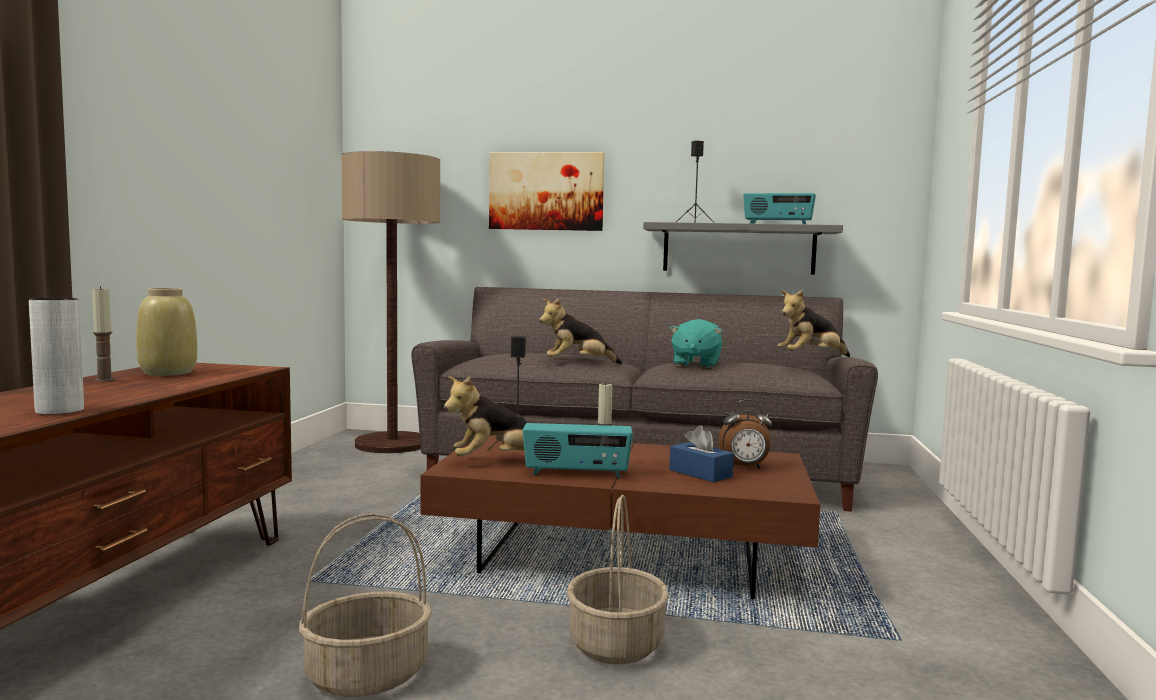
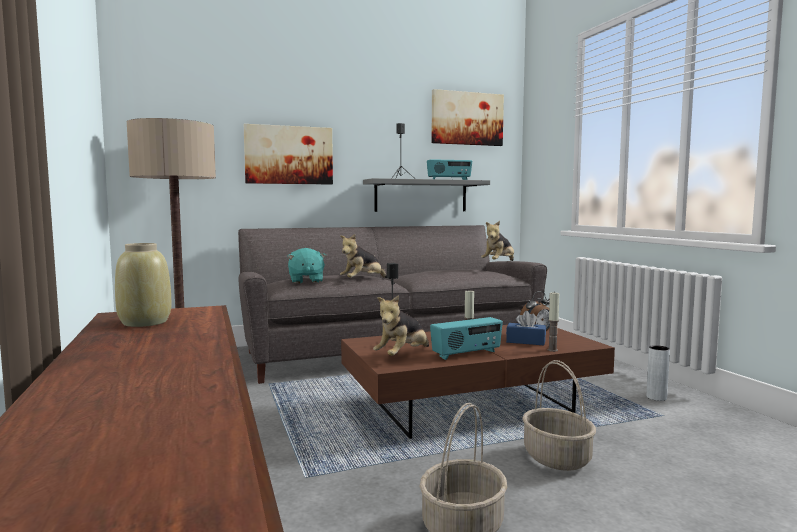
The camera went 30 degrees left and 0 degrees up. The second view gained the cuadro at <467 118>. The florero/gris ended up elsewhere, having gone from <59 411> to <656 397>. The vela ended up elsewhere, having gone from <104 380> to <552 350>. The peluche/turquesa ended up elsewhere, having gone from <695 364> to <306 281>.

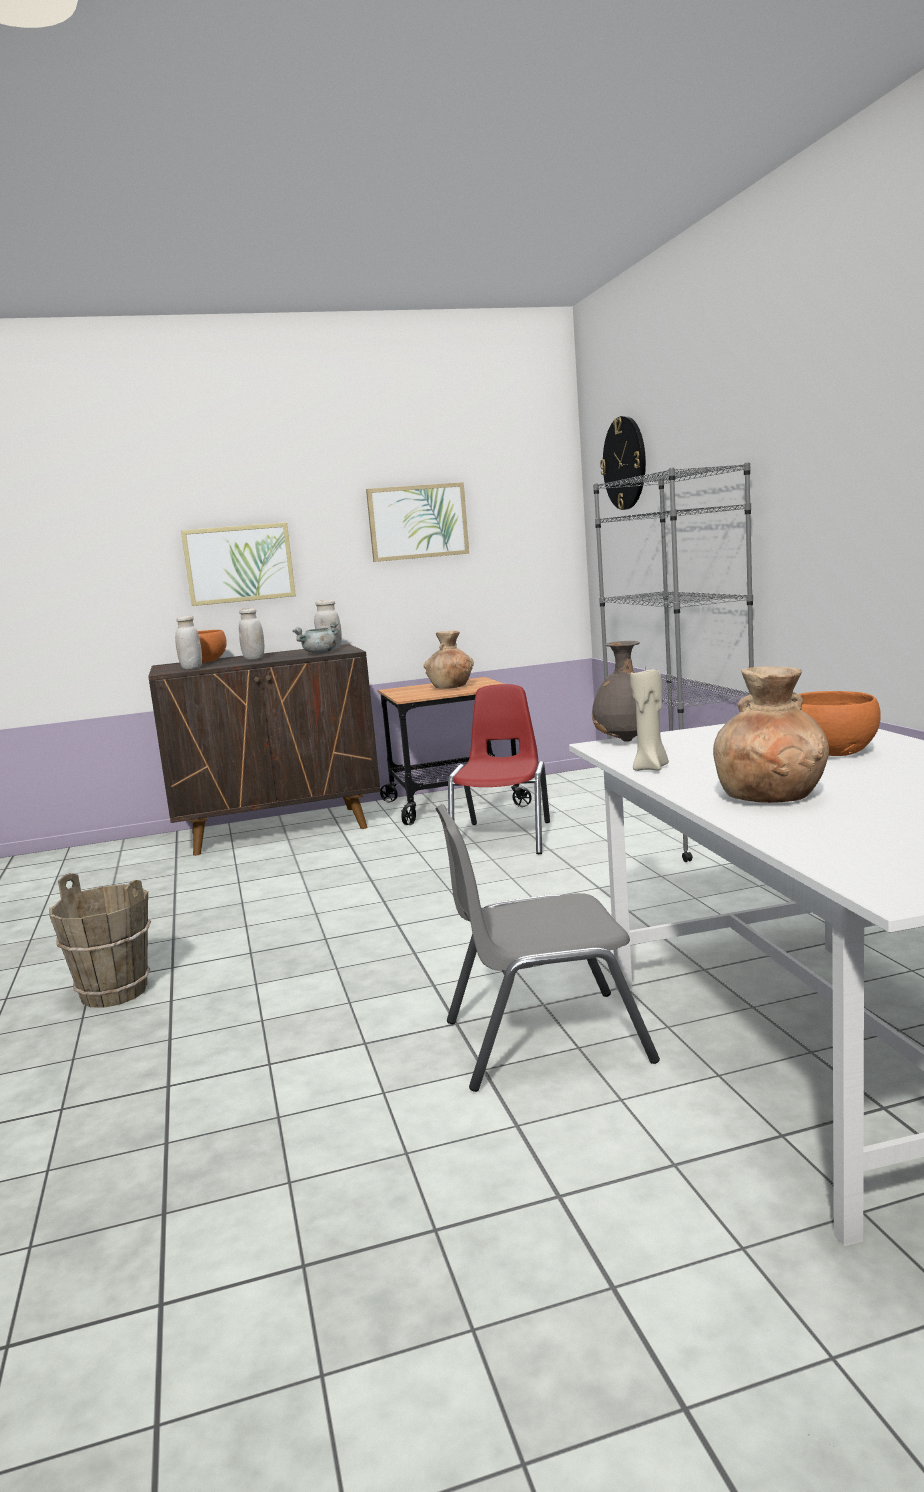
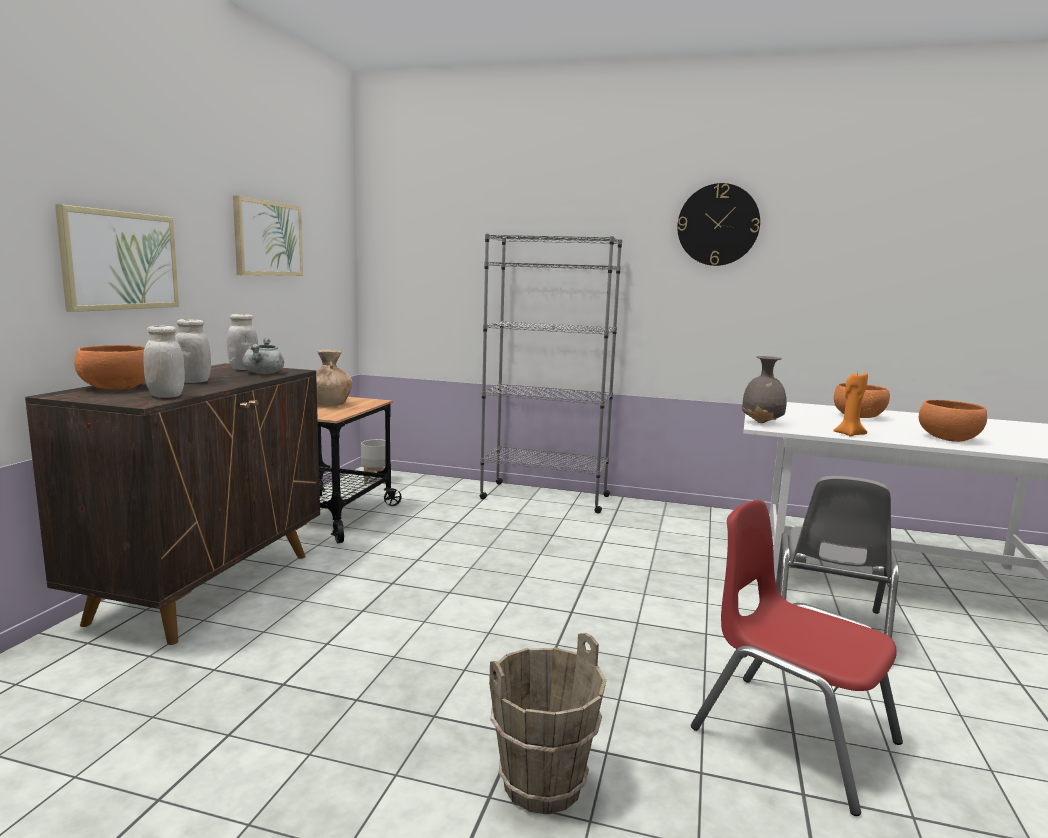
The camera went 60 degrees left and 0 degrees up. The second view gained the maceta/gris at <376 480>. The silla/rojo ended up elsewhere, having gone from <504 838> to <793 736>. The reloj de pared ended up elsewhere, having gone from <625 463> to <718 225>. Where the florero/marrón stood at <771 797>, the cuenco/naranja came to stand at <948 438>. What was the vela/beis at <651 768> turned into the vela/naranja at <849 434>.

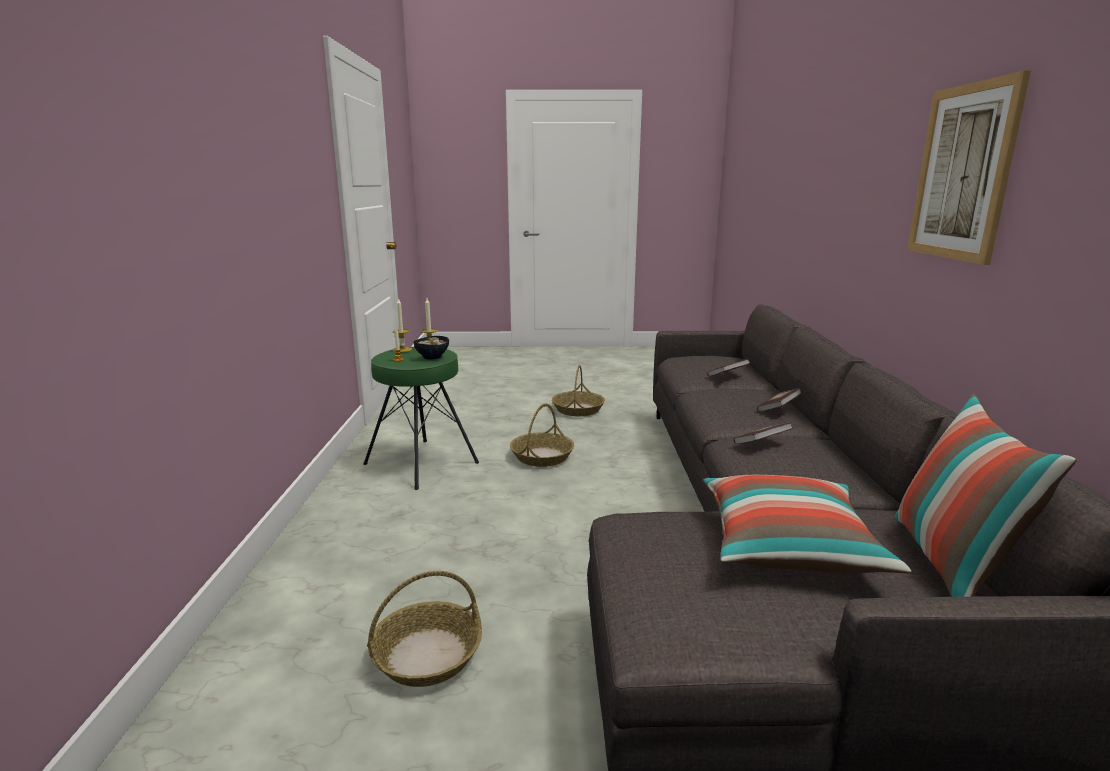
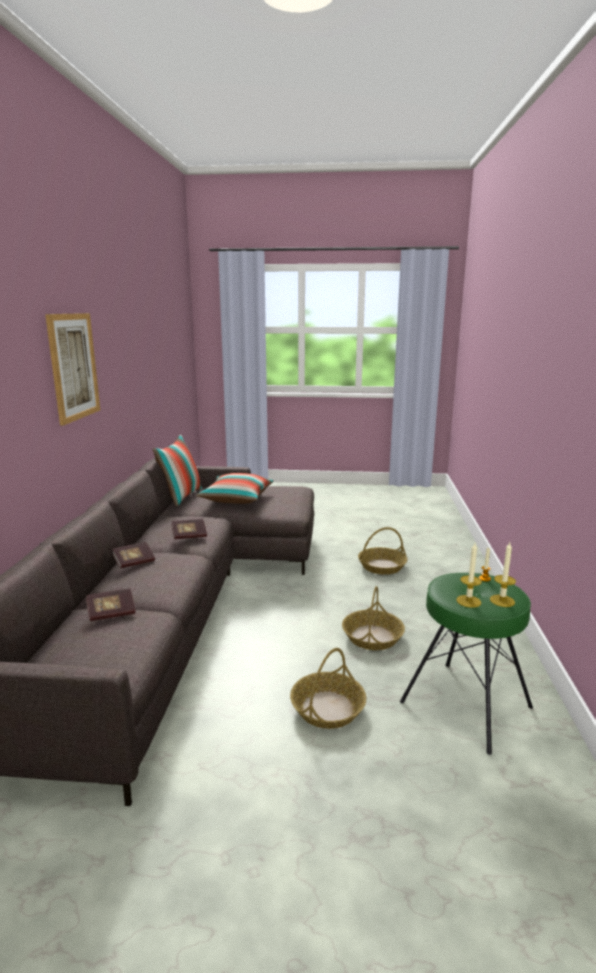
The camera went 175 degrees left and 0 degrees up. The second view lost the cuenco at <433 357>. The cesta ended up elsewhere, having gone from <578 409> to <372 637>.

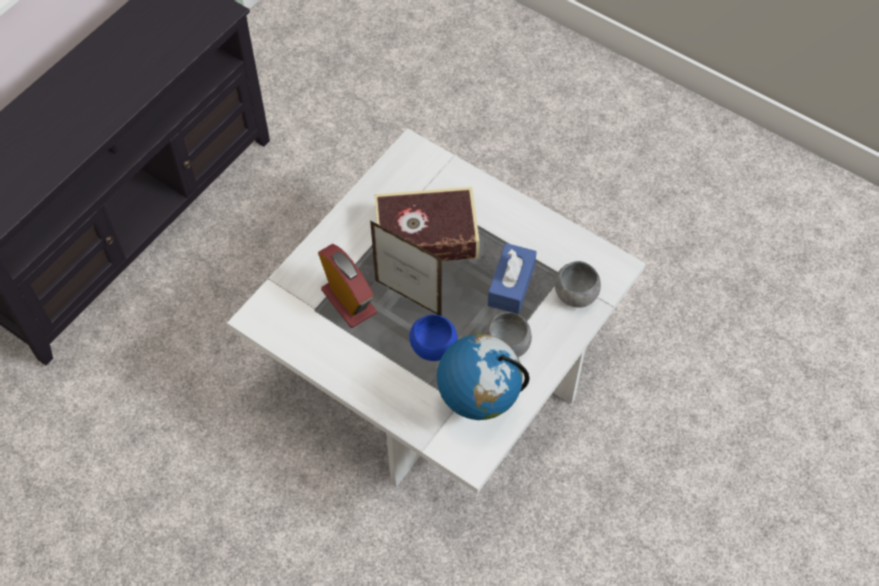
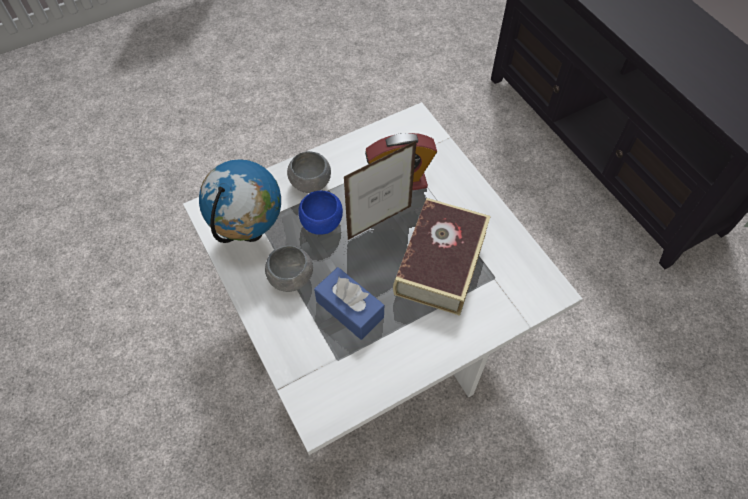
The camera went 115 degrees right and 0 degrees up. The cuenco/gris ended up elsewhere, having gone from <575 294> to <311 183>.

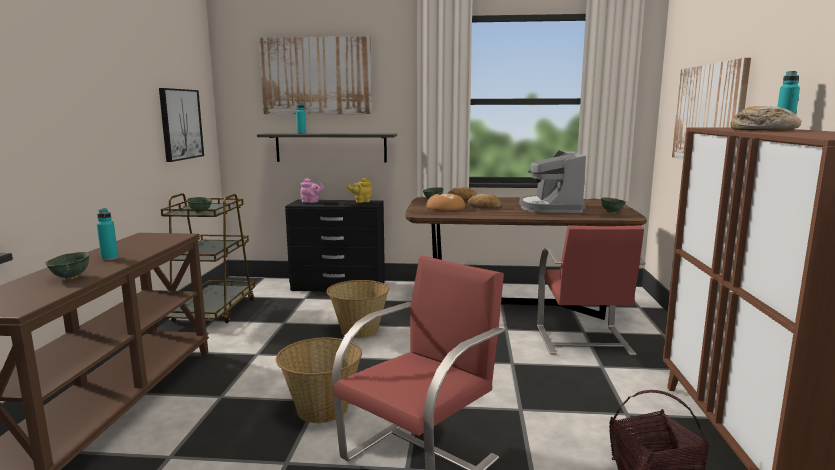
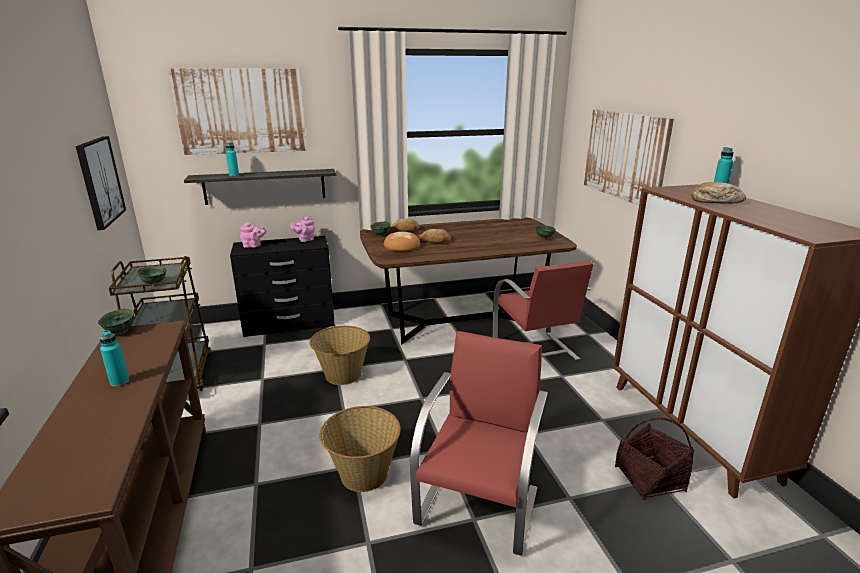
The camera went 20 degrees left and 10 degrees up. The second view lost the cafetera at <551 208>. The cuenco/verde ended up elsewhere, having gone from <71 278> to <121 332>. What was the tetera/amarillo at <361 201> turned into the tetera/rosa at <305 240>.

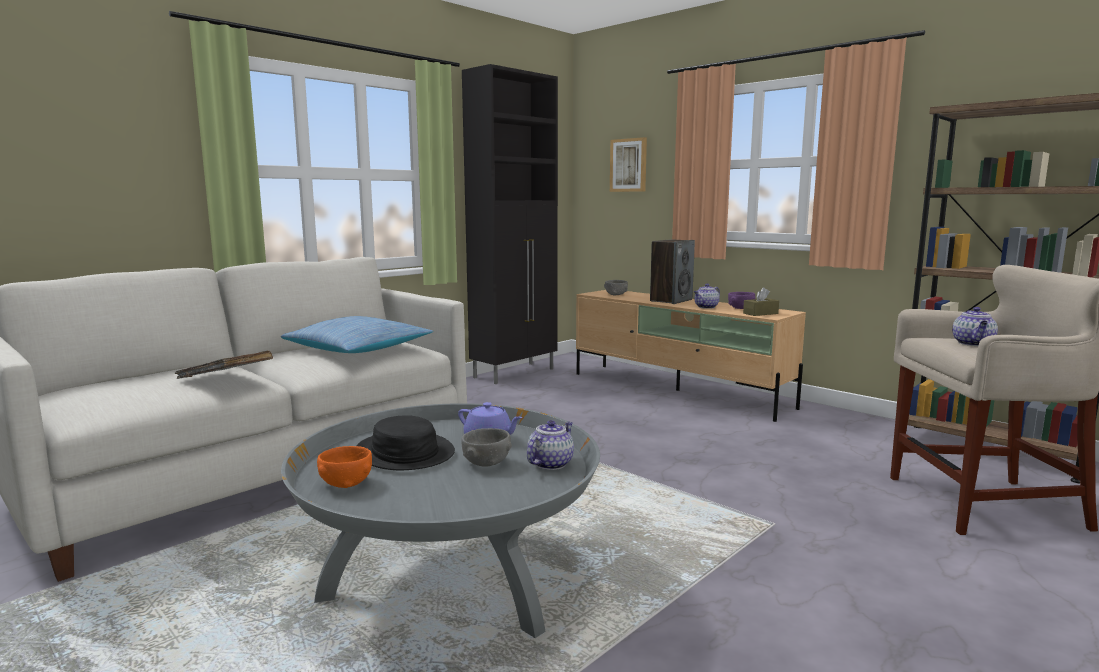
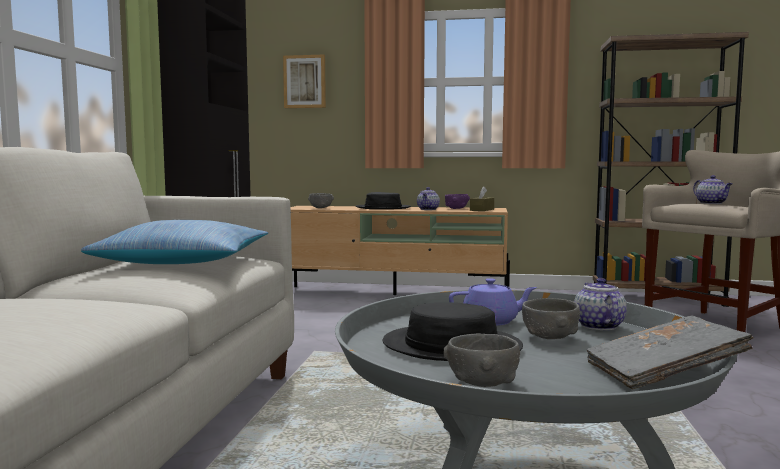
The camera went 35 degrees left and 5 degrees down. The libro/gris ended up elsewhere, having gone from <226 379> to <663 373>. Where the altavoz stood at <671 300>, the sombrero/negro came to stand at <383 208>. What was the cuenco/naranja at <346 484> turned into the cuenco/gris at <482 383>.

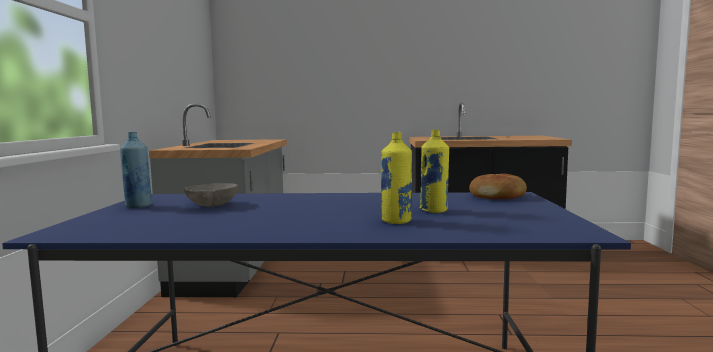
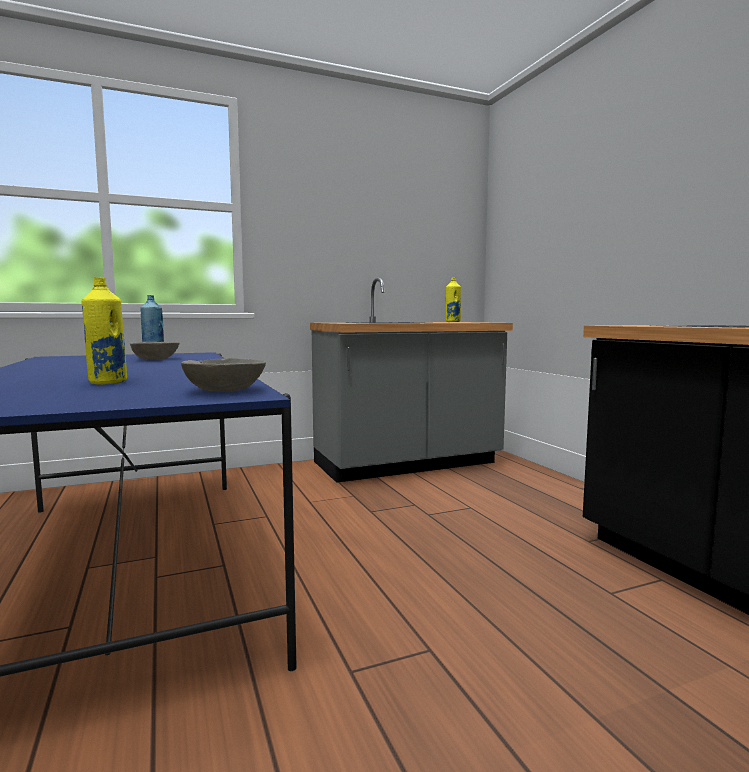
The camera went 65 degrees right and 0 degrees up. The botella/amarillo ended up elsewhere, having gone from <396 221> to <452 322>. Where the pan stood at <498 196>, the cuenco/gris came to stand at <224 391>.

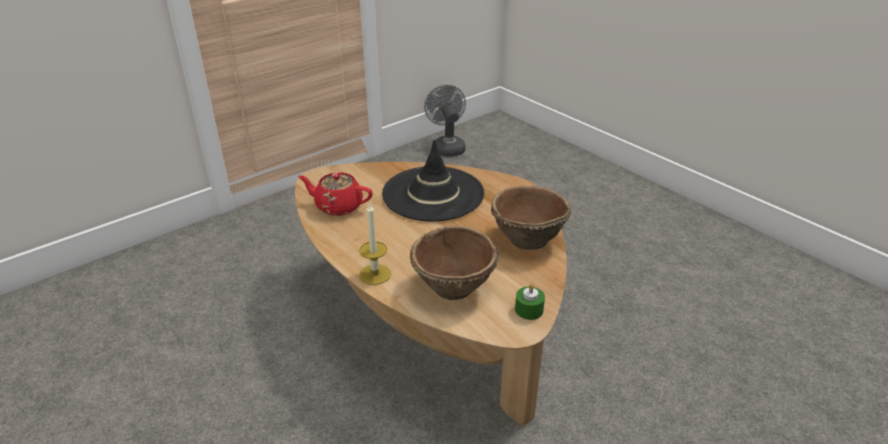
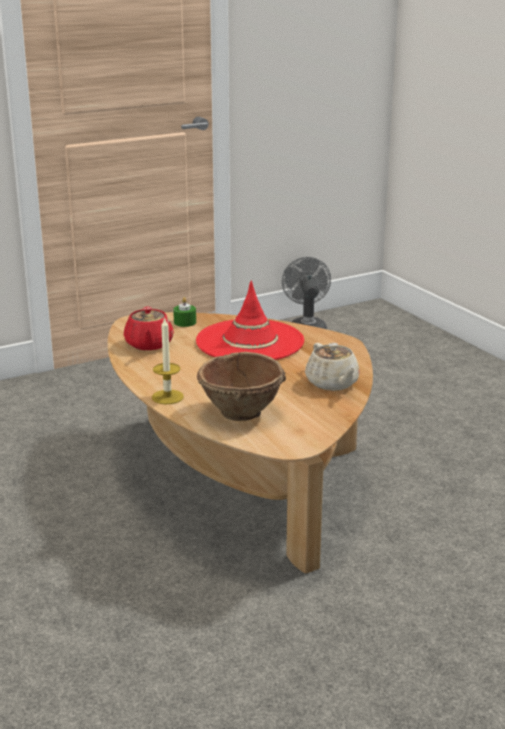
The camera went 10 degrees right and 10 degrees down. The vela/verde ended up elsewhere, having gone from <529 310> to <185 322>. Where the cuenco/marrón stood at <527 239>, the tetera/beis came to stand at <332 383>. What was the sombrero/negro at <433 194> turned into the sombrero/rojo at <250 342>. The tetera/rojo at <338 206> ended up facing another way, 120 degrees counterclockwise from before.

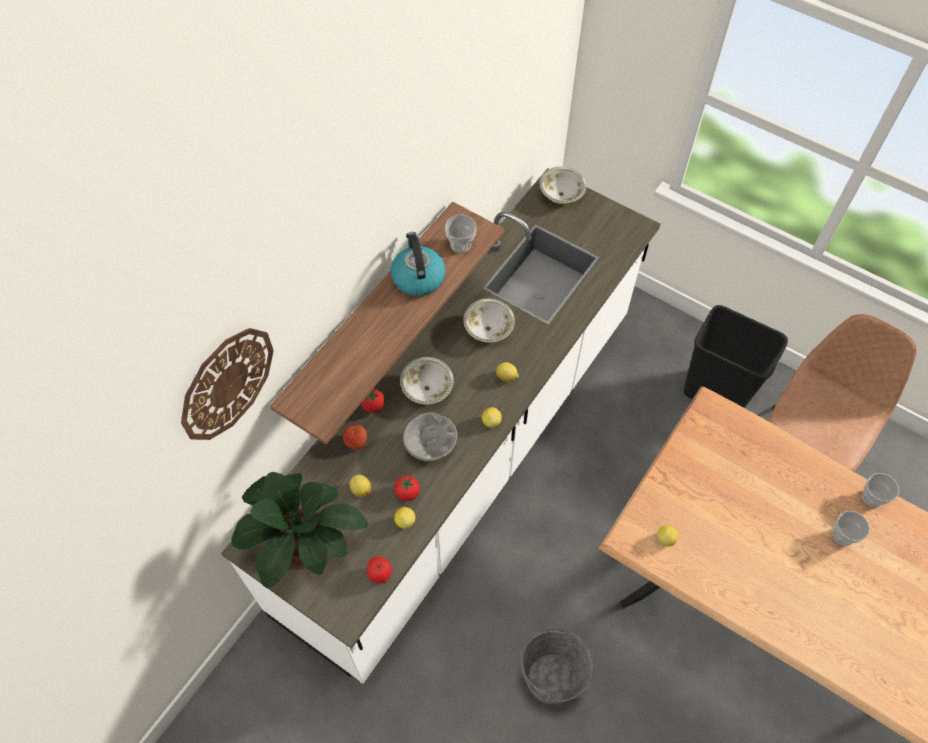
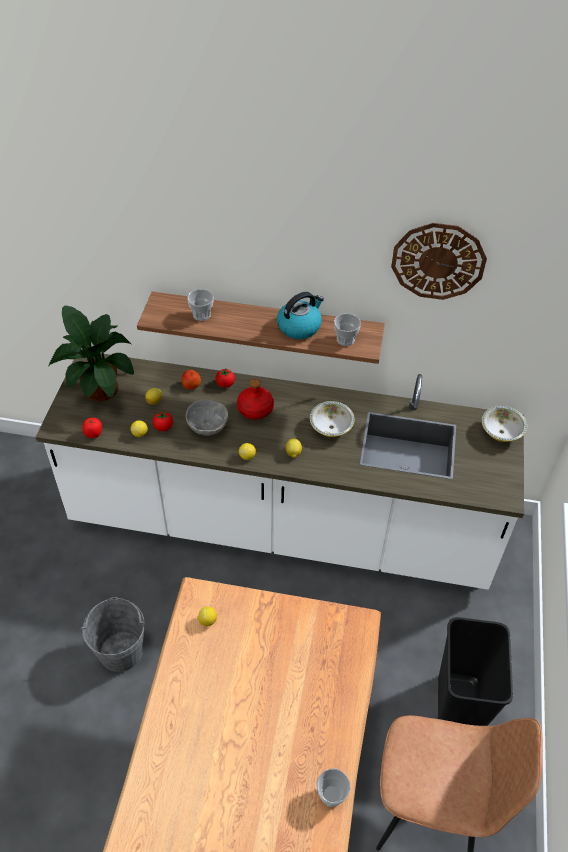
The camera went 65 degrees right and 10 degrees down. The reloj de pared ended up elsewhere, having gone from <227 383> to <438 261>. The taza ended up elsewhere, having gone from <843 535> to <201 315>. Where the cuenco stood at <427 389>, the botella/rojo came to stand at <255 409>.

